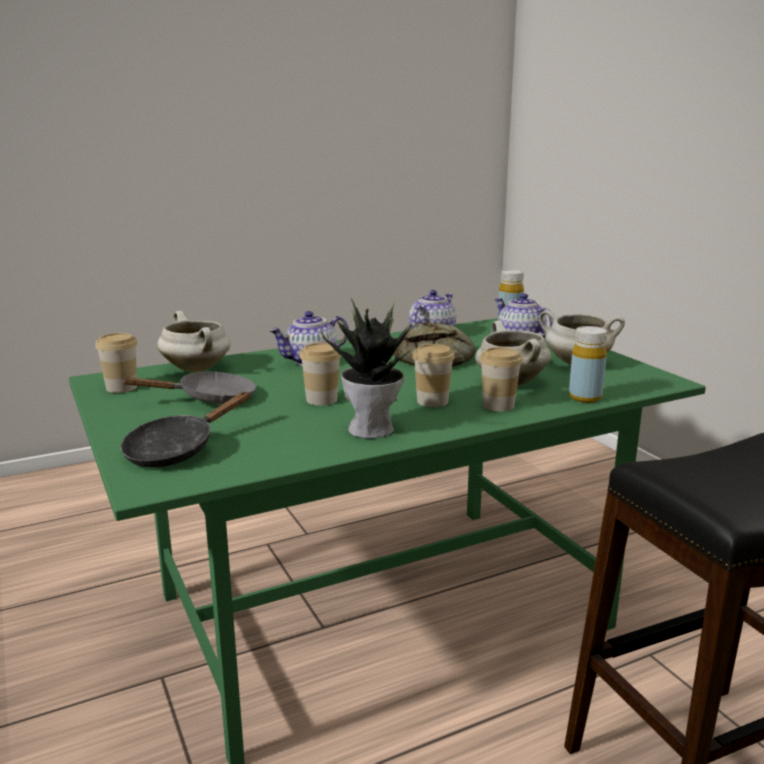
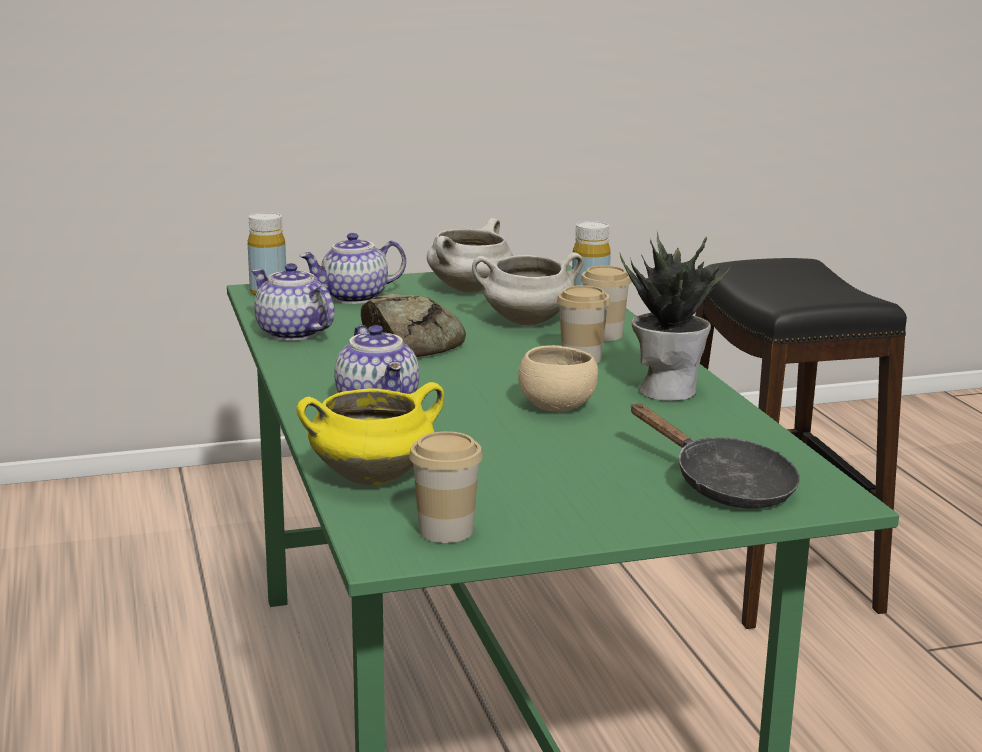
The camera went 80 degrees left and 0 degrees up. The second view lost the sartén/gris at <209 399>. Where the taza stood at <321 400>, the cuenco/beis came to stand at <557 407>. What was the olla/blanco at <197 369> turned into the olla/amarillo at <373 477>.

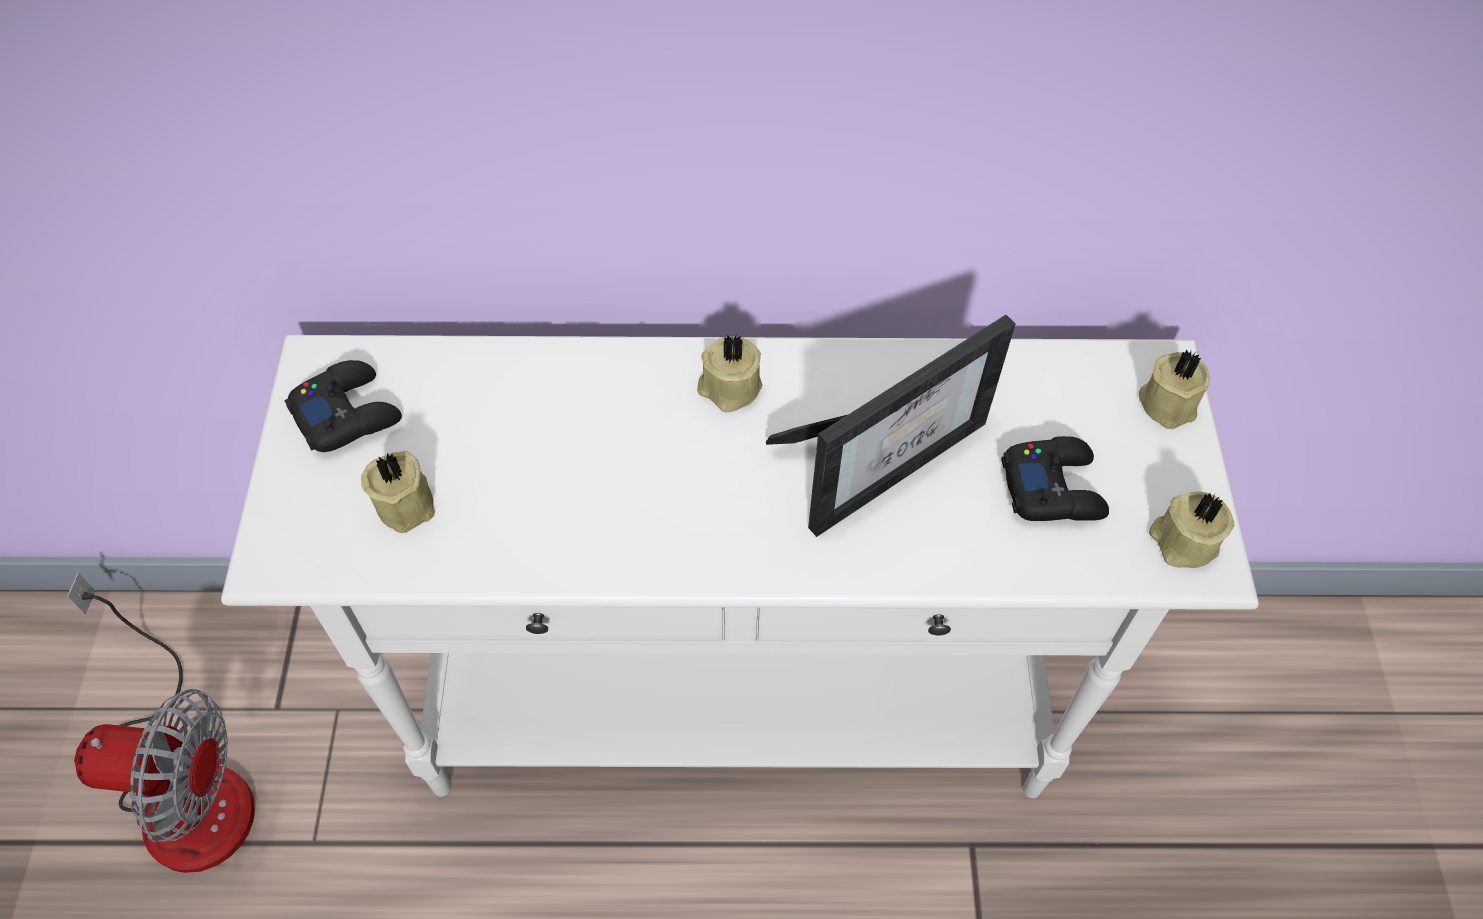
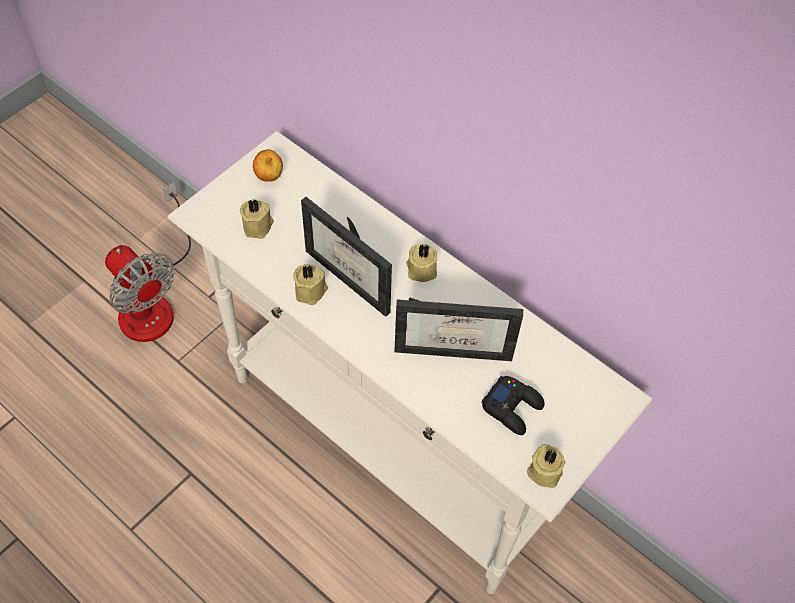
The camera went 40 degrees right and 0 degrees up. The second view gained the portarretratos at <357 276>. The vela/beis ended up elsewhere, having gone from <1168 402> to <311 291>. Where the mando de consola/negro stood at <347 413>, the manzana came to stand at <269 177>.

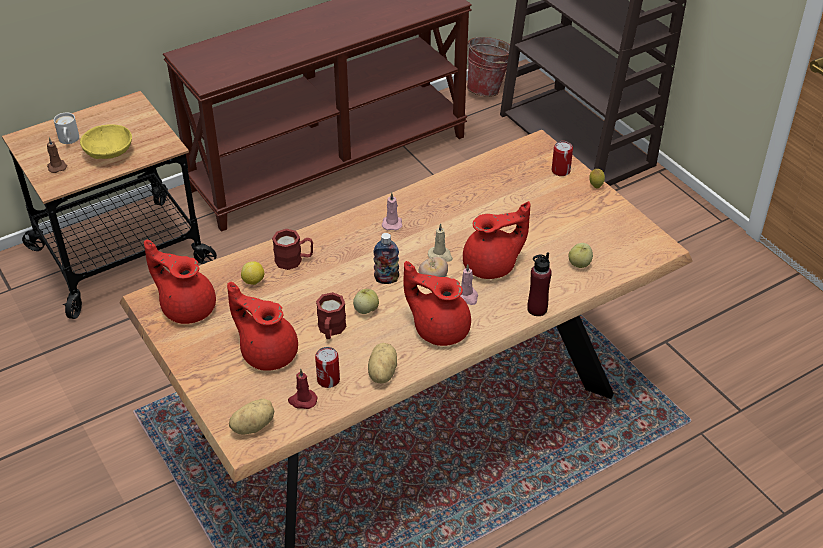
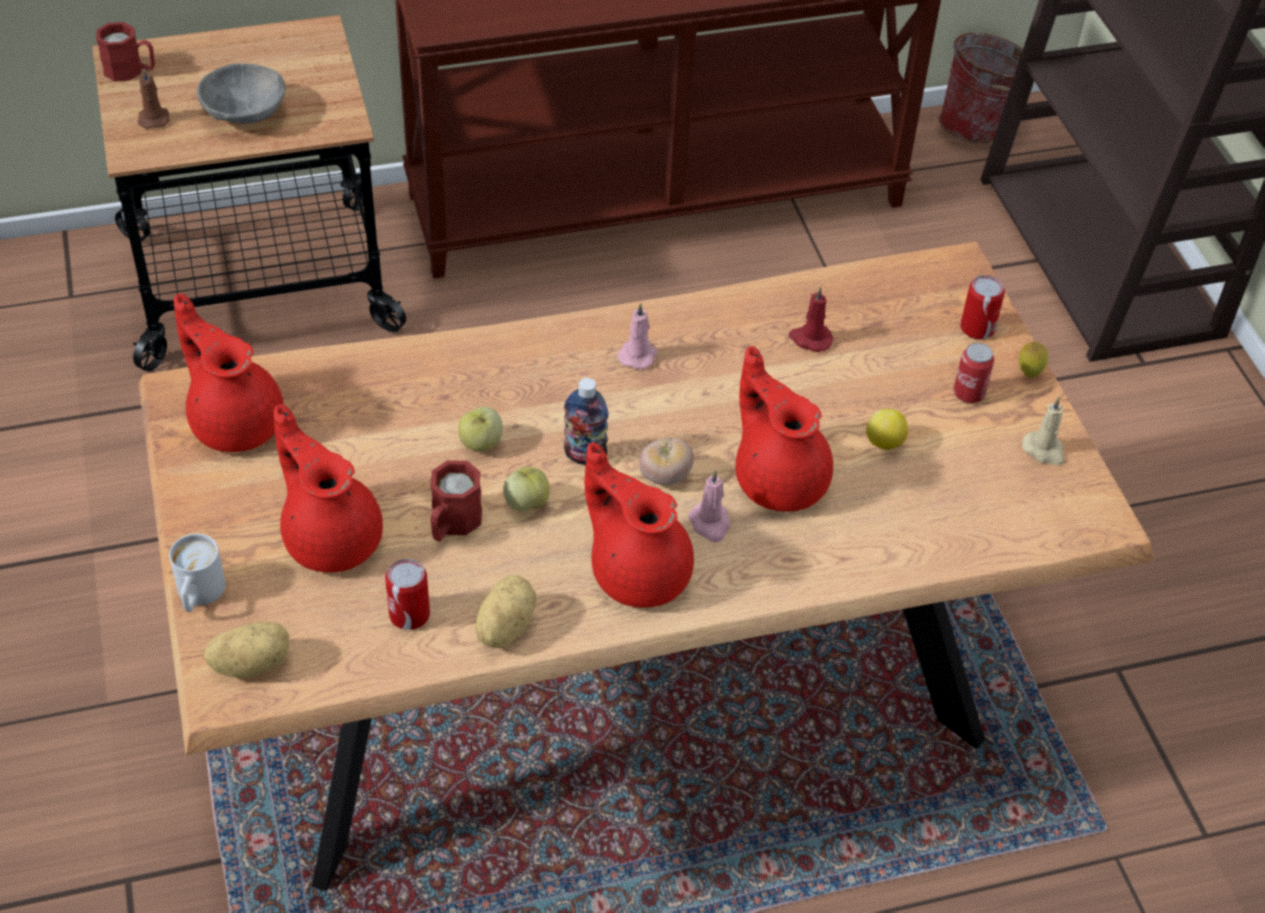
The camera went 15 degrees right and 5 degrees up. The second view lost the botella/rojo at <537 309>. The second view gained the lata at <968 394>. The taza grande/blanco ended up elsewhere, having gone from <69 141> to <198 596>. The limón ended up elsewhere, having gone from <254 281> to <884 443>. The taza grande/rojo ended up elsewhere, having gone from <294 260> to <131 71>. The vela/rojo ended up elsewhere, having gone from <302 400> to <810 339>. The vela/beis ended up elsewhere, having gone from <440 255> to <1044 450>. The manzana ended up elsewhere, having gone from <580 264> to <481 444>. What was the cuenco/amarillo at <109 154> turned into the cuenco/gris at <245 115>. The tetera/rojo at <492 266> ended up facing another way, 120 degrees counterclockwise from before.

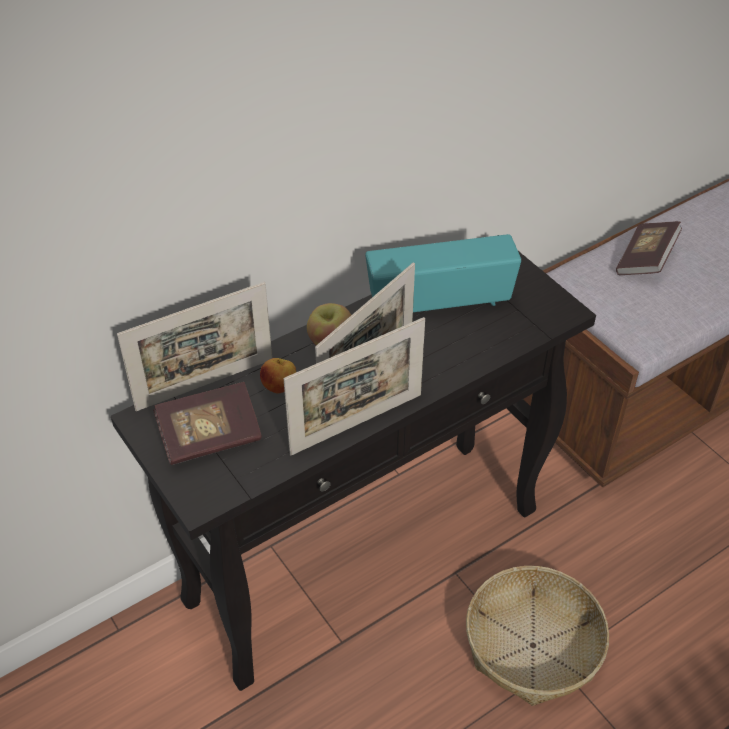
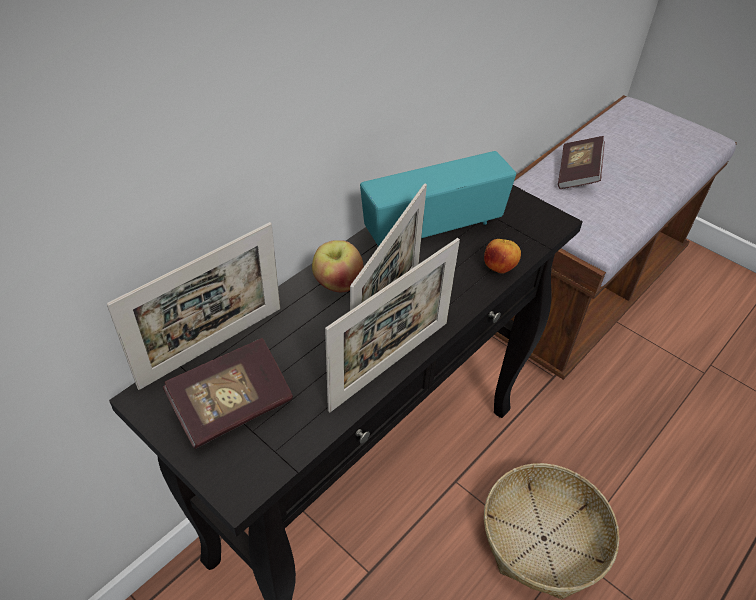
The camera went 15 degrees left and 0 degrees up. The manzana ended up elsewhere, having gone from <280 387> to <499 268>.

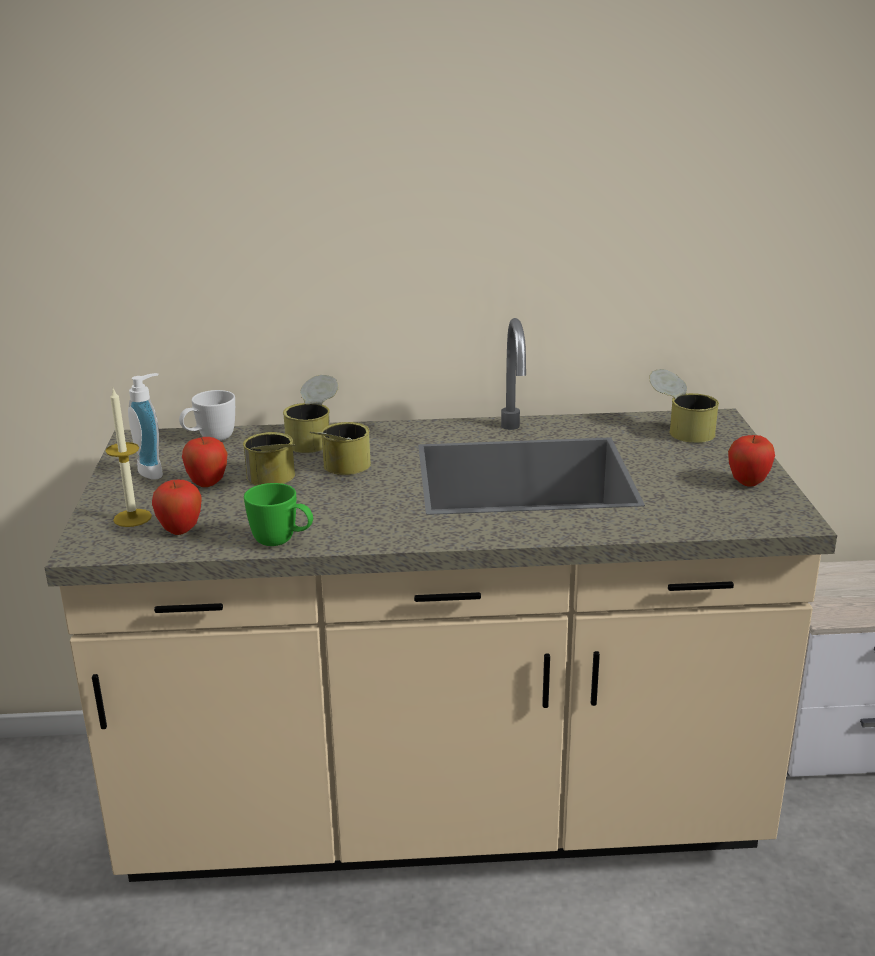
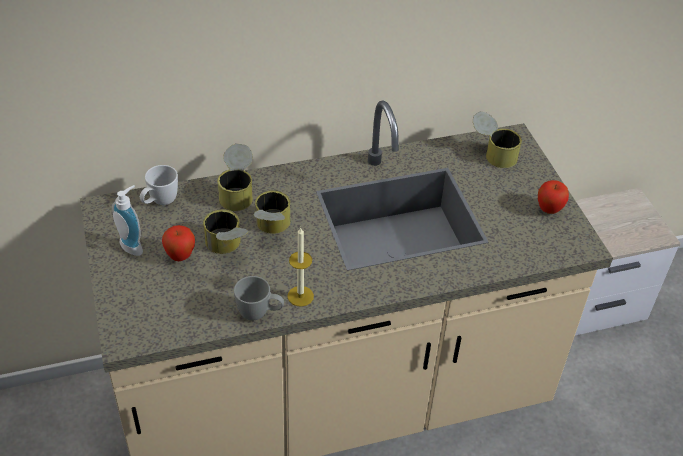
The camera went 15 degrees left and 20 degrees up. The second view lost the manzana at <180 531>. The vela ended up elsewhere, having gone from <132 518> to <300 296>. What was the taza grande/verde at <282 542> turned into the taza grande/gris at <260 314>.

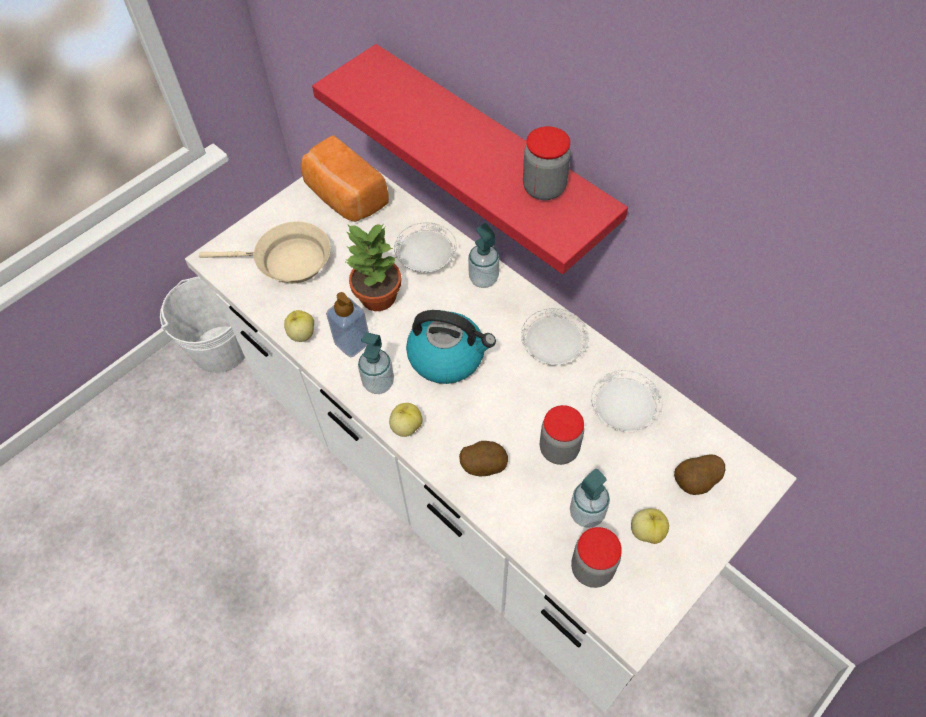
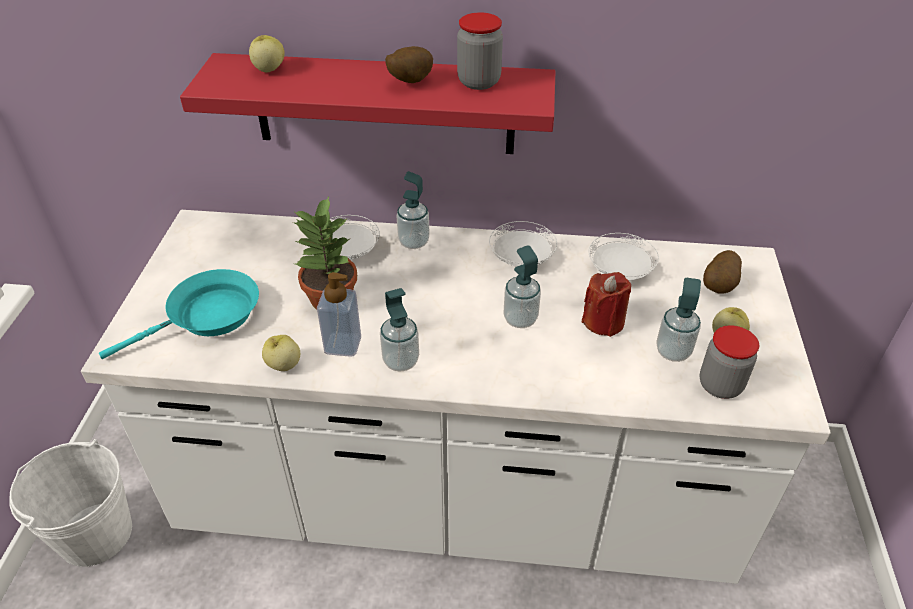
The camera went 40 degrees left and 15 degrees down. The second view lost the pan at <344 197>. The second view lost the hervidor at <448 356>. The second view gained the dispensador de jabón at <520 319>. The manzana ended up elsewhere, having gone from <406 426> to <269 69>. The patata ended up elsewhere, having gone from <483 465> to <408 82>. Where the tarro stood at <559 449>, the vela/rojo came to stand at <603 322>. What was the sartén/beis at <287 261> turned into the sartén/turquesa at <208 317>.

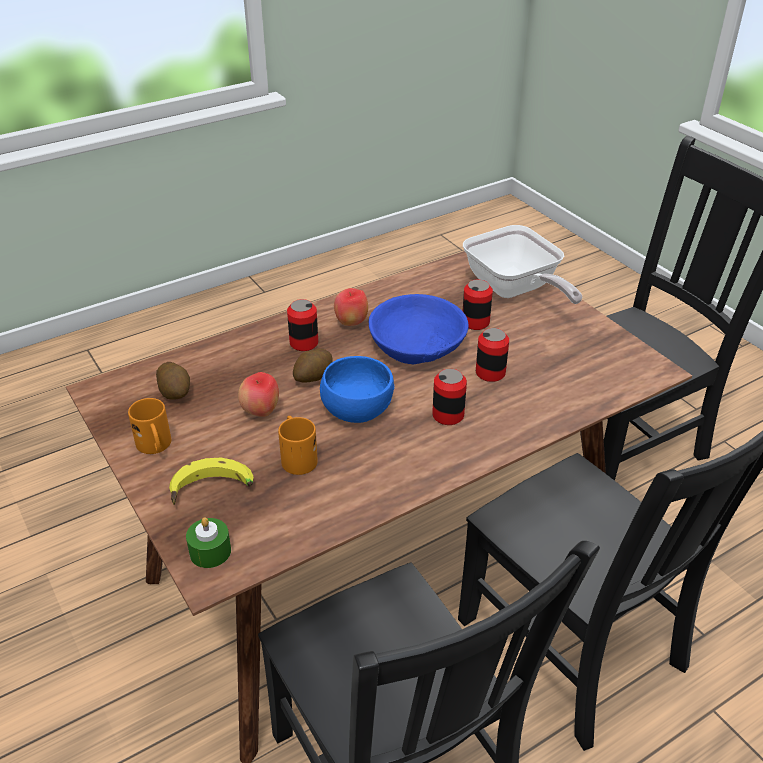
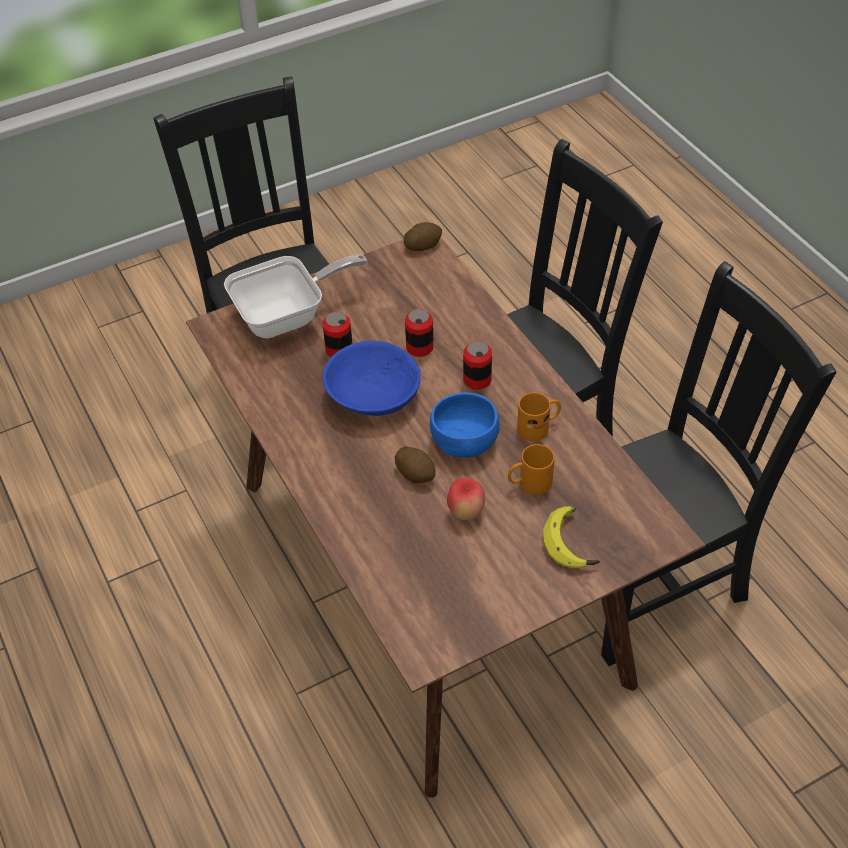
The camera went 85 degrees left and 10 degrees up. The second view lost the vela/verde at <210 551>. The second view lost the lata at <304 343>. The second view lost the manzana at <351 322>. The taza grande/naranja ended up elsewhere, having gone from <156 446> to <538 427>. The patata ended up elsewhere, having gone from <175 392> to <423 245>.

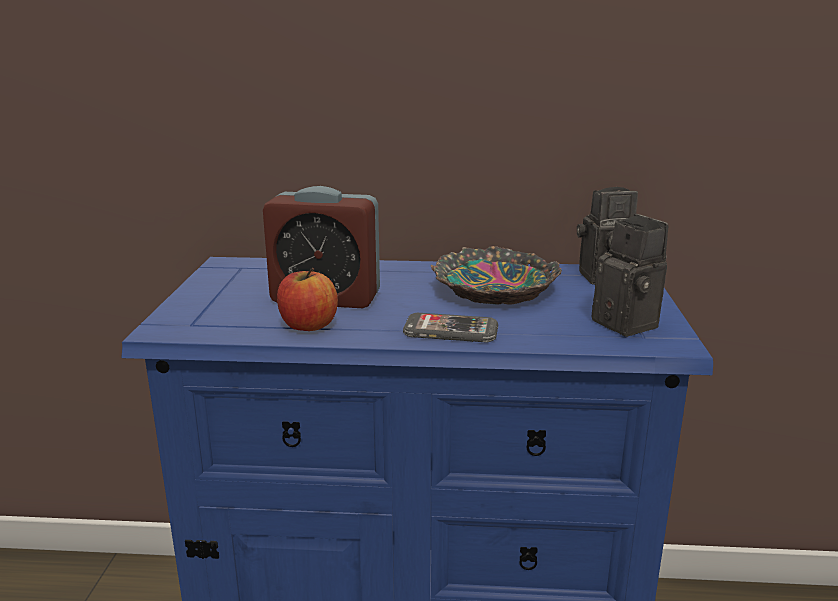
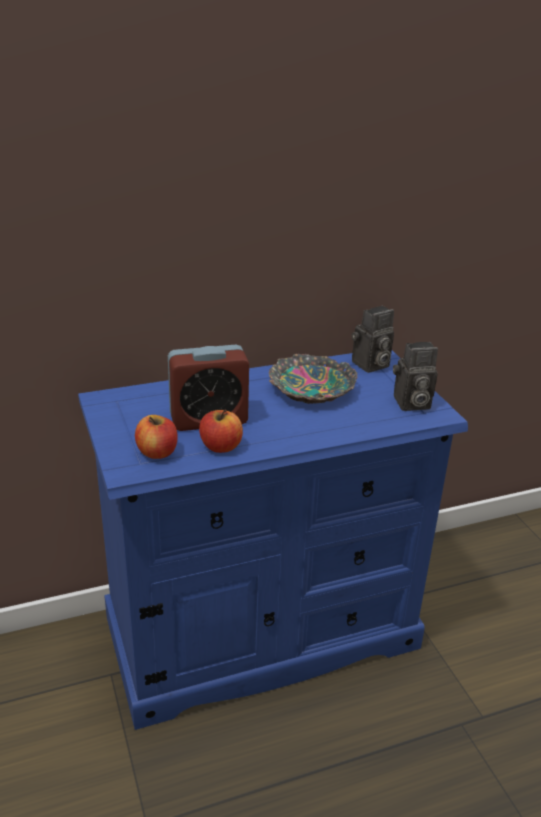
The camera went 25 degrees left and 10 degrees up. The second view lost the móvil at <450 331>. The second view gained the manzana at <157 452>. The cámara at <630 324> ended up facing another way, 135 degrees clockwise from before.

